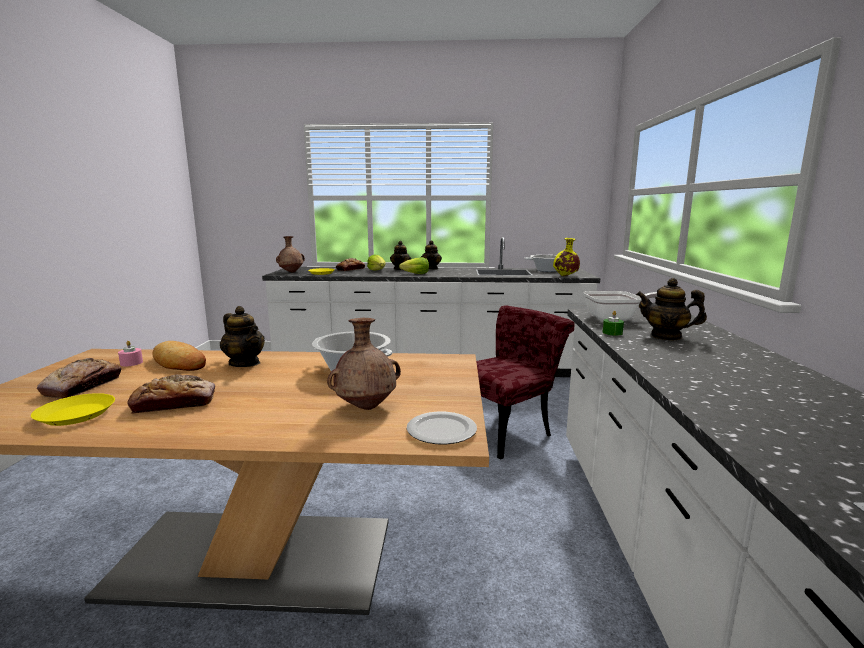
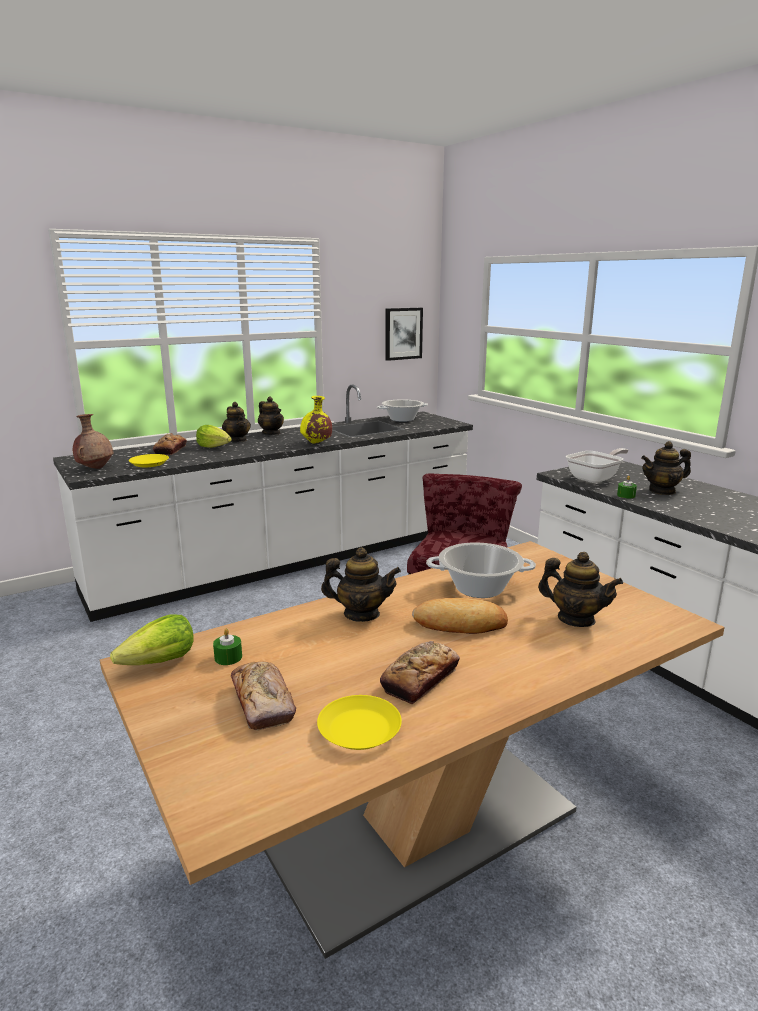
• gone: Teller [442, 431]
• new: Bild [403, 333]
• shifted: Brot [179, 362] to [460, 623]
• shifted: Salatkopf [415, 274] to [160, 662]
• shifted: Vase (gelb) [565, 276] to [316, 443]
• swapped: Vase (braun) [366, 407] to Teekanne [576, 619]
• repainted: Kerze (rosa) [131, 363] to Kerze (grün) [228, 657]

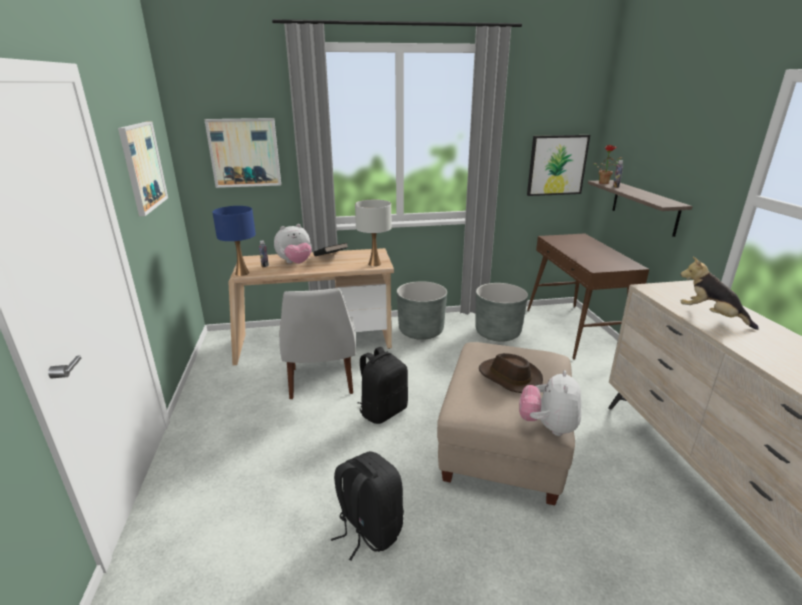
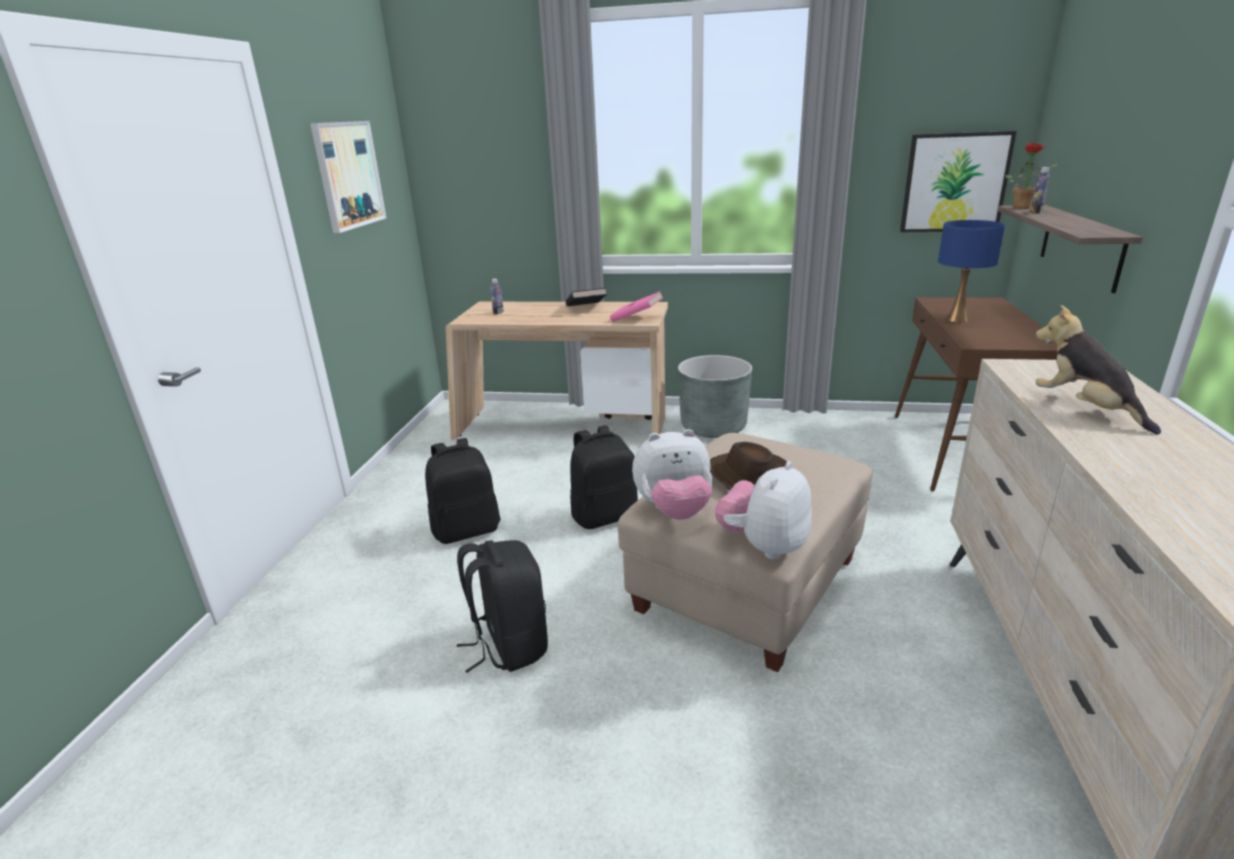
• gone: Bild [244, 153]
• gone: Stuhl (weiß) [321, 382]
• gone: Pflanzkübel (grau) [497, 333]
• new: Rucksack (schwarz) [467, 530]
• shifted: Tischlampe (blau) [242, 273] to [957, 319]
• shifted: Plüschtier [295, 263] to [674, 511]
• swapped: Tischlampe (weiß) [374, 264] to Buch (rosa) [636, 319]

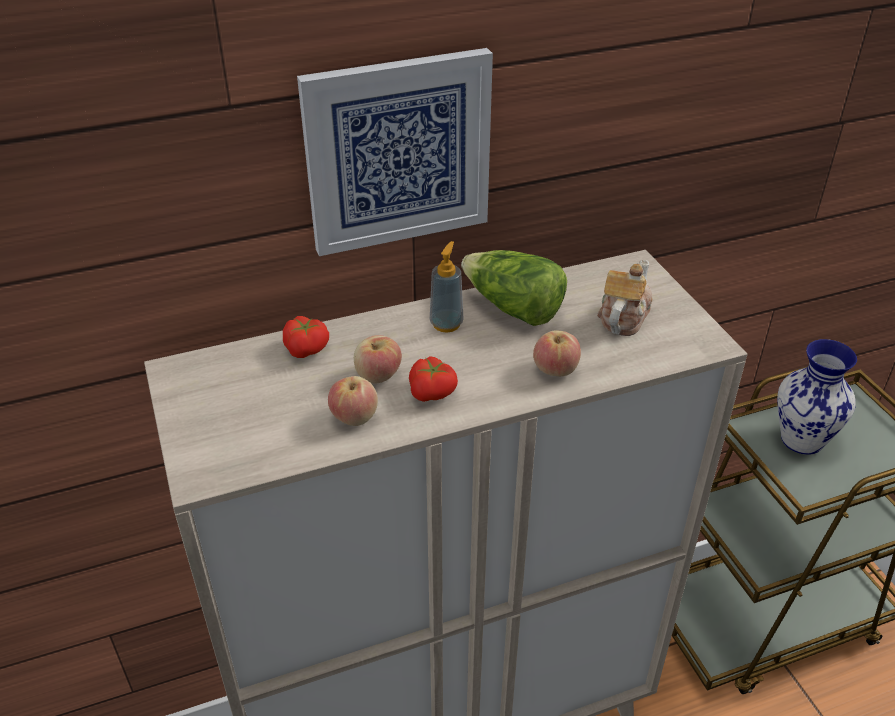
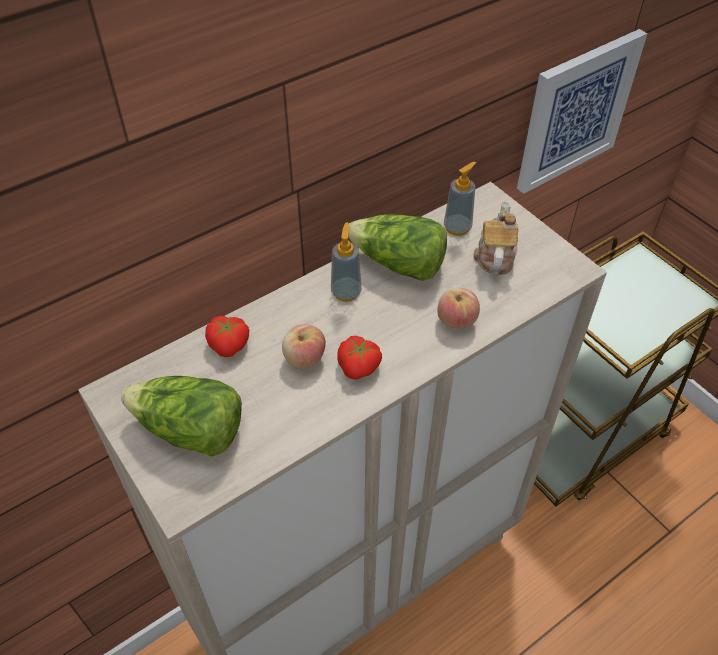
• gone: Apfel [354, 417]
• gone: Vase [801, 439]
• new: Salatkopf [190, 431]
• new: Seifenspender [457, 227]
• shifted: Bild [398, 152] to [576, 111]

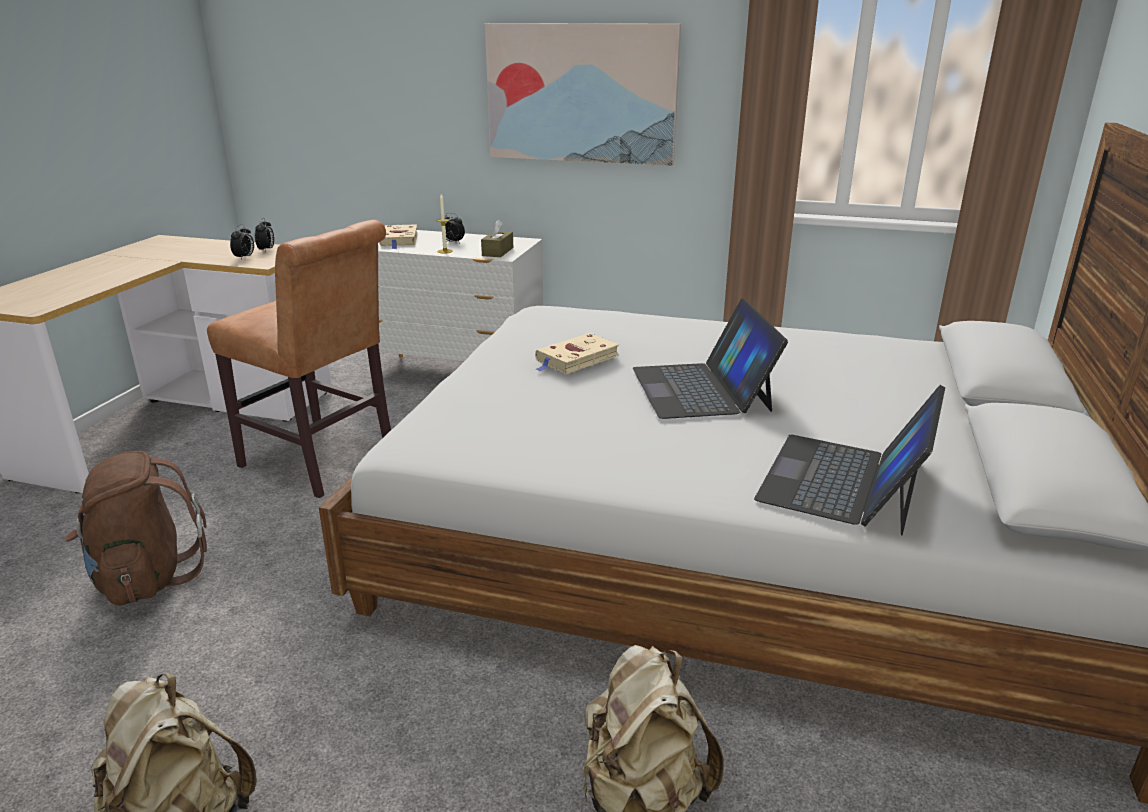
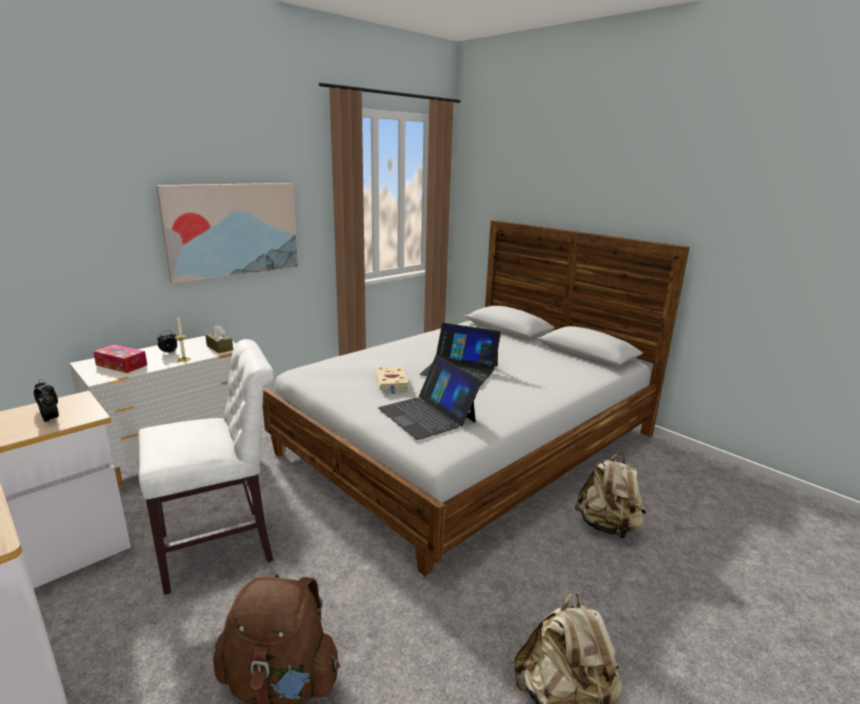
• shifted: Laptop [844, 482] to [427, 415]
• swapped: Buch (beige) [399, 240] to Taschentuchbox [121, 365]
• repainted: Stuhl (braun) [323, 463] to Stuhl (weiß) [223, 547]

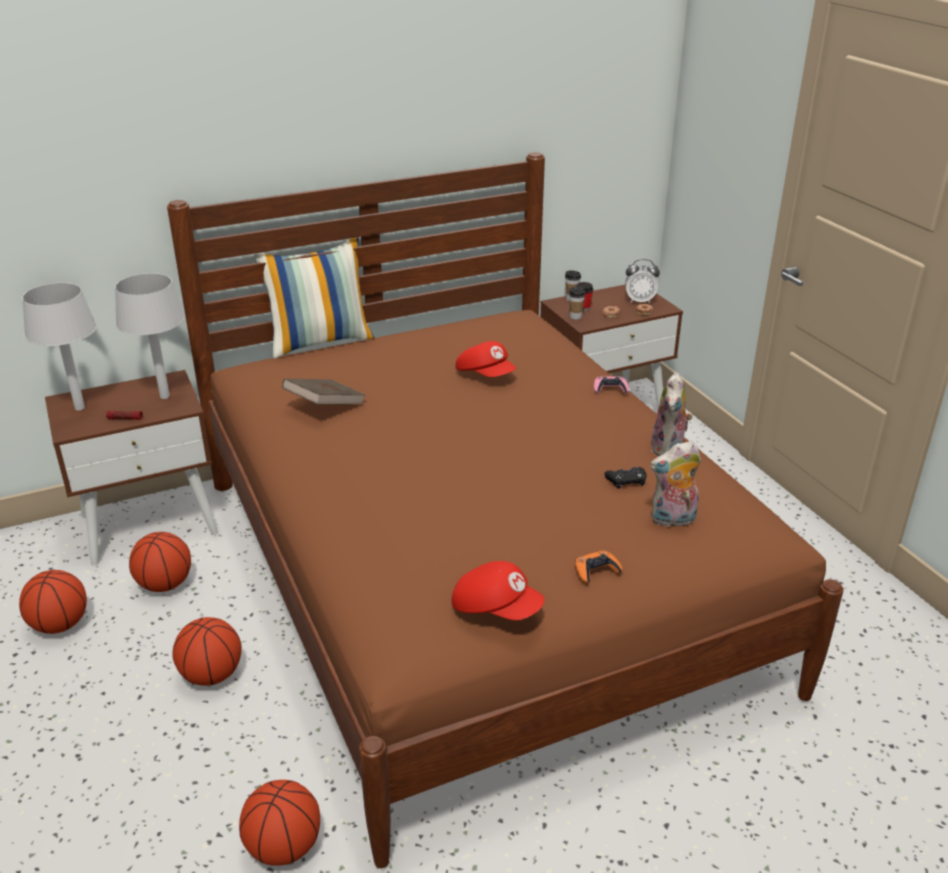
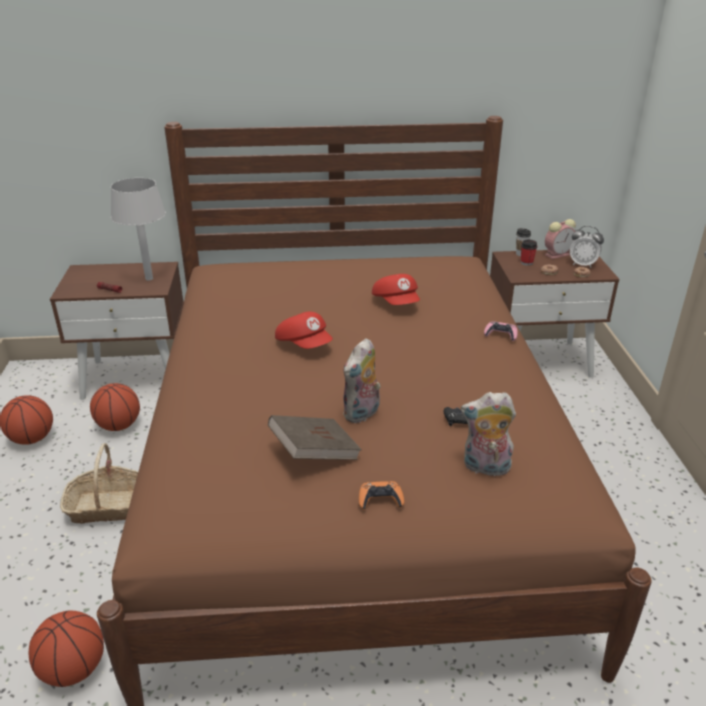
• gone: Tischlampe (grau) [80, 408]
• gone: Kissen [320, 341]
• gone: Tasse [575, 317]
• new: Wecker [558, 254]
• shifted: Buch (braun) [325, 406] to [314, 453]
• shifted: Kappe (rot) [496, 608] to [305, 344]
• shifted: Plüschtier [669, 449] to [362, 414]
• swapped: Basketball [211, 675] to Korb [108, 506]

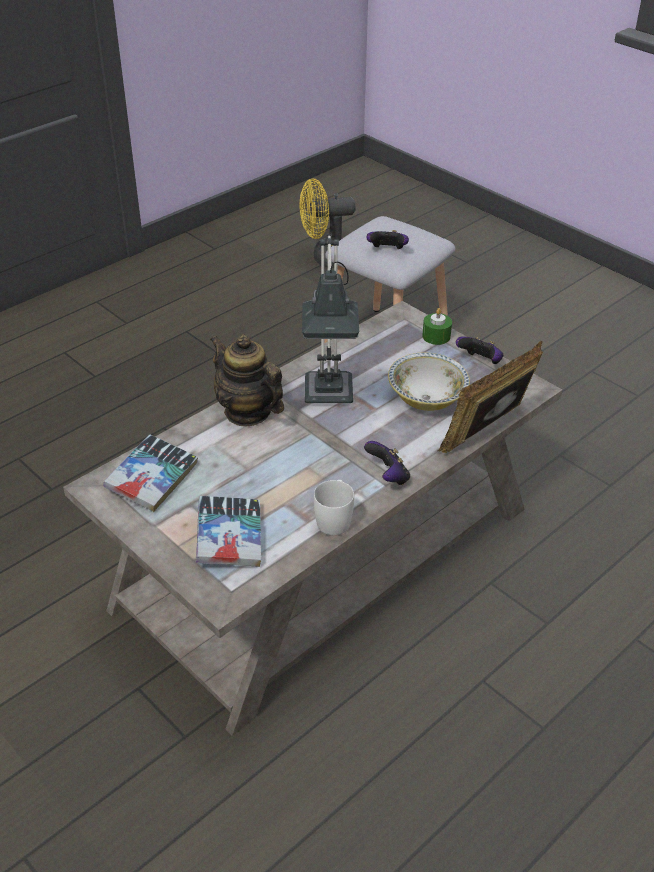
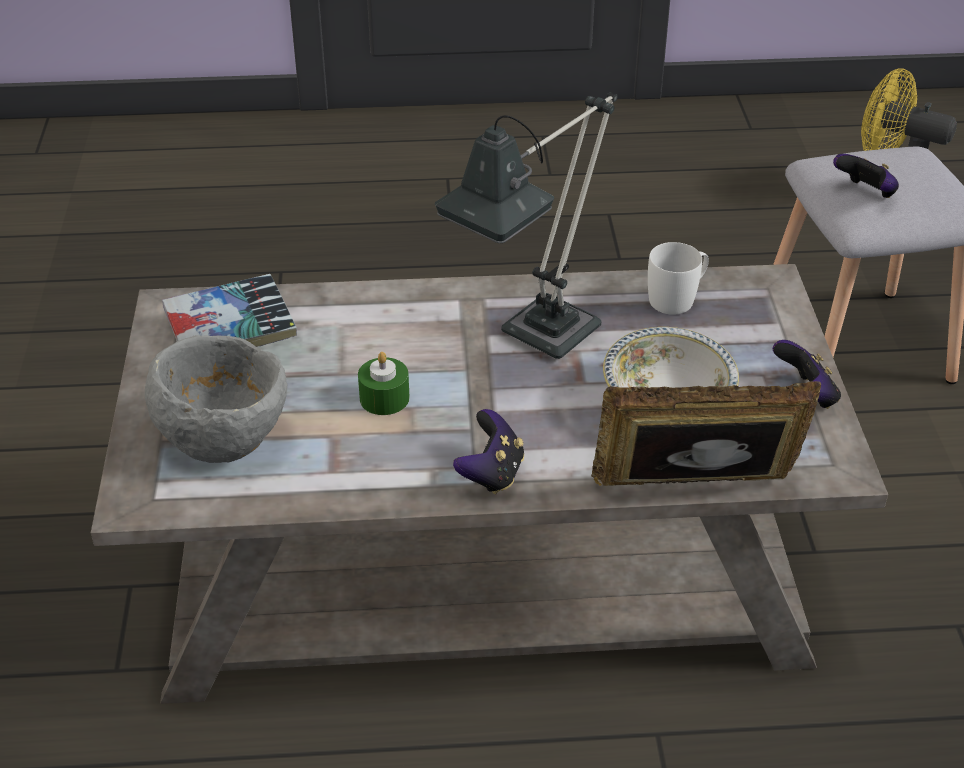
• gone: Teekanne [247, 412]
• shifted: Henkelbecher (weiß) [335, 518] to [678, 298]
• shifted: Kerze (grün) [436, 336] to [384, 398]
• swapped: Buch [229, 537] to Schüssel (grau) [226, 438]

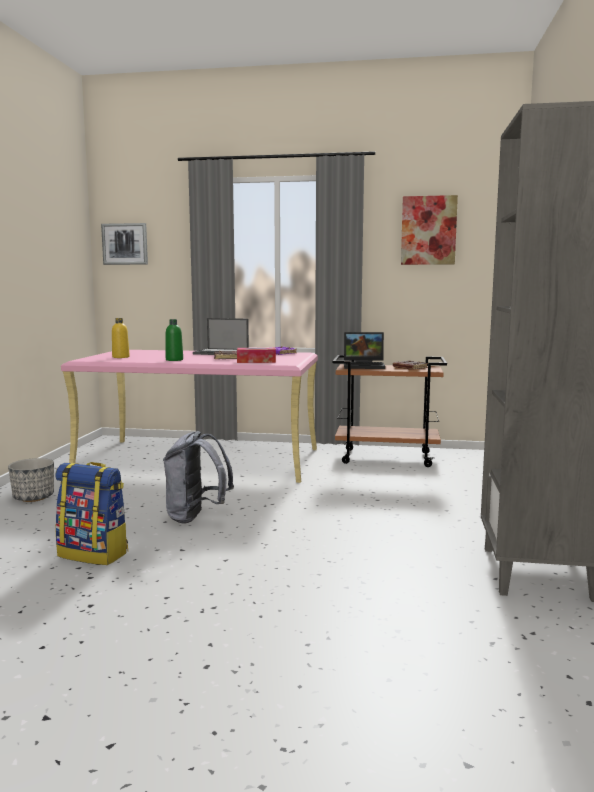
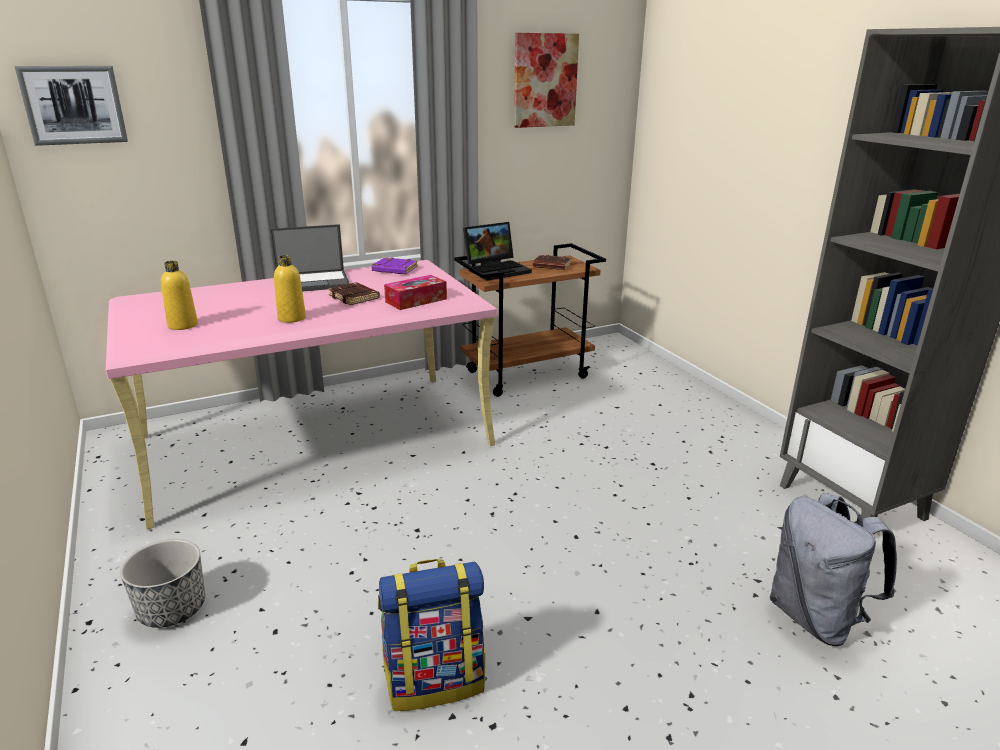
• shifted: Rucksack (grau) [196, 517] to [816, 618]
• repainted: Flasche (grün) [174, 360] to Flasche (gelb) [292, 318]

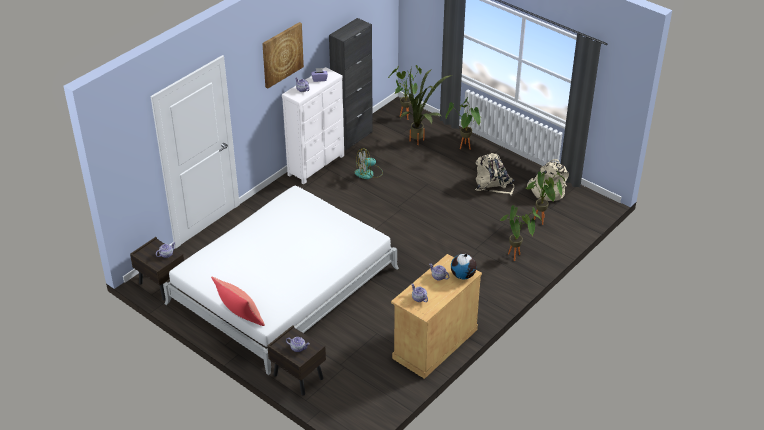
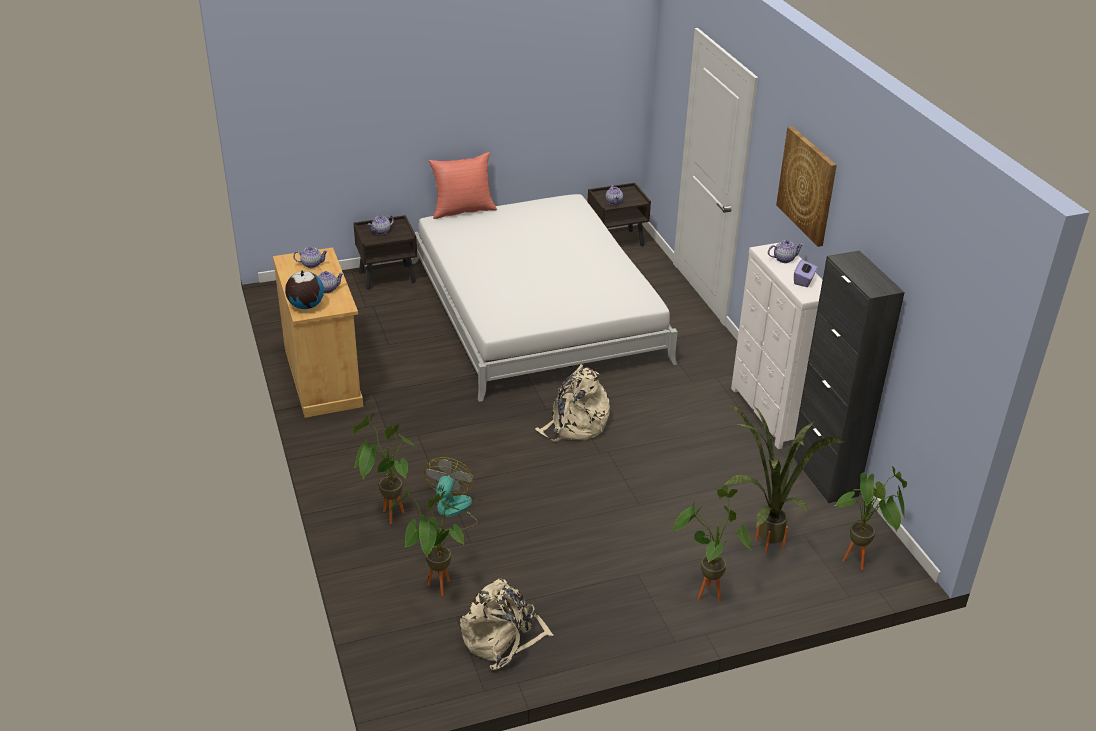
• shifted: Ventilator [368, 173] to [451, 512]
• shifted: Rucksack (beige) [493, 184] to [575, 425]

